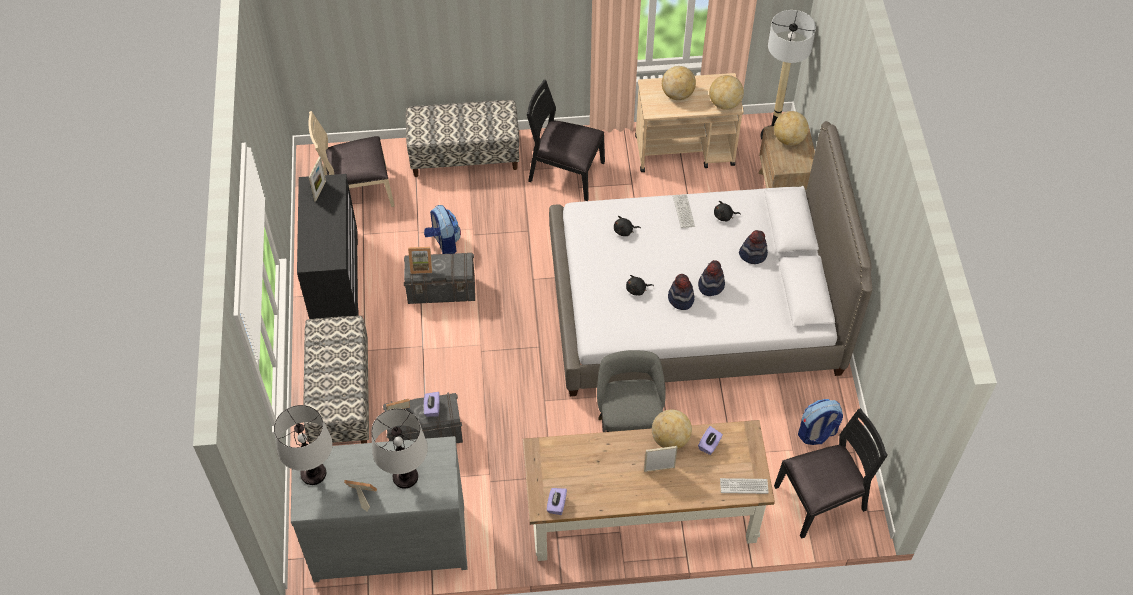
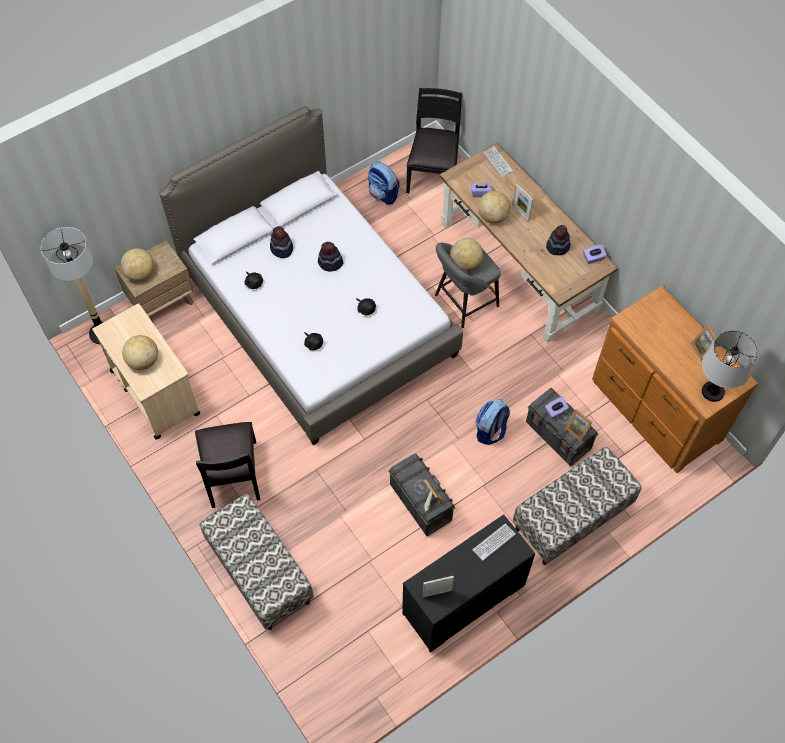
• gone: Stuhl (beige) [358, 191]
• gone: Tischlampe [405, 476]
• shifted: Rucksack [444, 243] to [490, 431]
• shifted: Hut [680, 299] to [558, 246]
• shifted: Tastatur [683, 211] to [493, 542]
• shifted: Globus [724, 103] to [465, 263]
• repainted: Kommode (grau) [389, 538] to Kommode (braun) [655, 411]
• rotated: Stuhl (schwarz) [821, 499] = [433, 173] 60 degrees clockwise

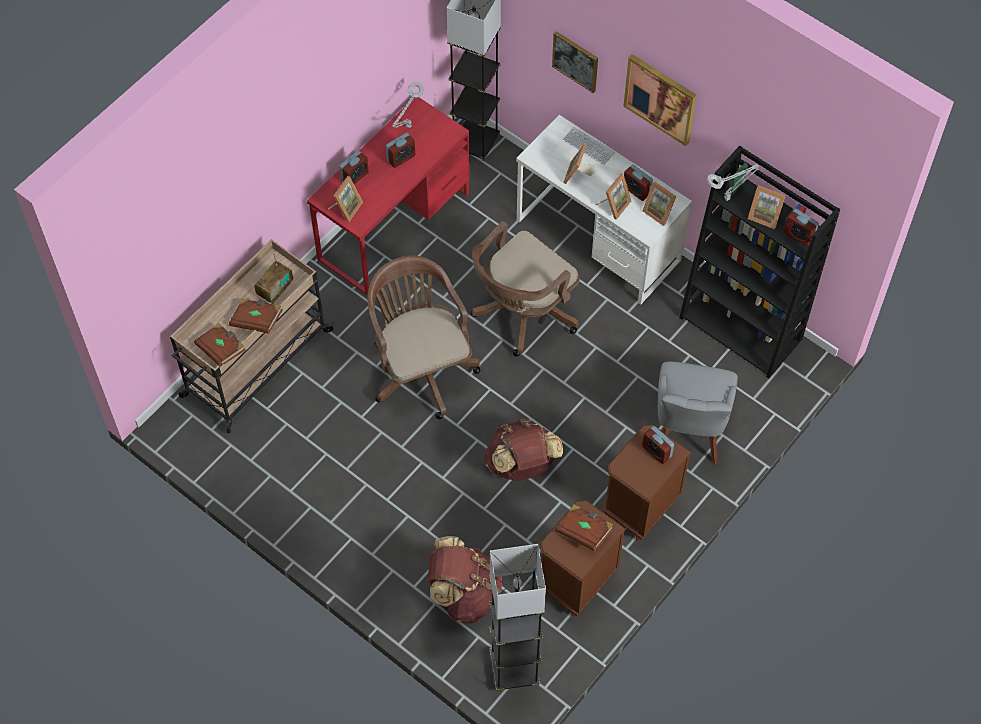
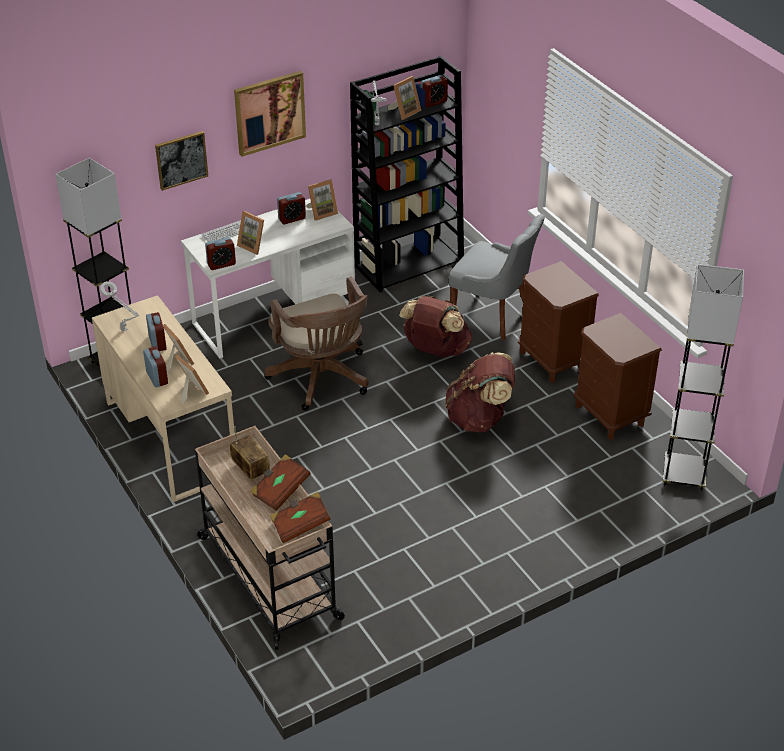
• gone: Bürostuhl (braun) [420, 367]
• gone: Buch (braun) [584, 531]
• shifted: Rucksack (braun) [464, 593] to [436, 350]
• shifted: Bilderrahmen [614, 205] to [176, 361]
• shifted: Wecker [657, 451] to [221, 264]
• repainted: Schreibtisch (rot) [394, 226] to Schreibtisch (beige) [171, 438]

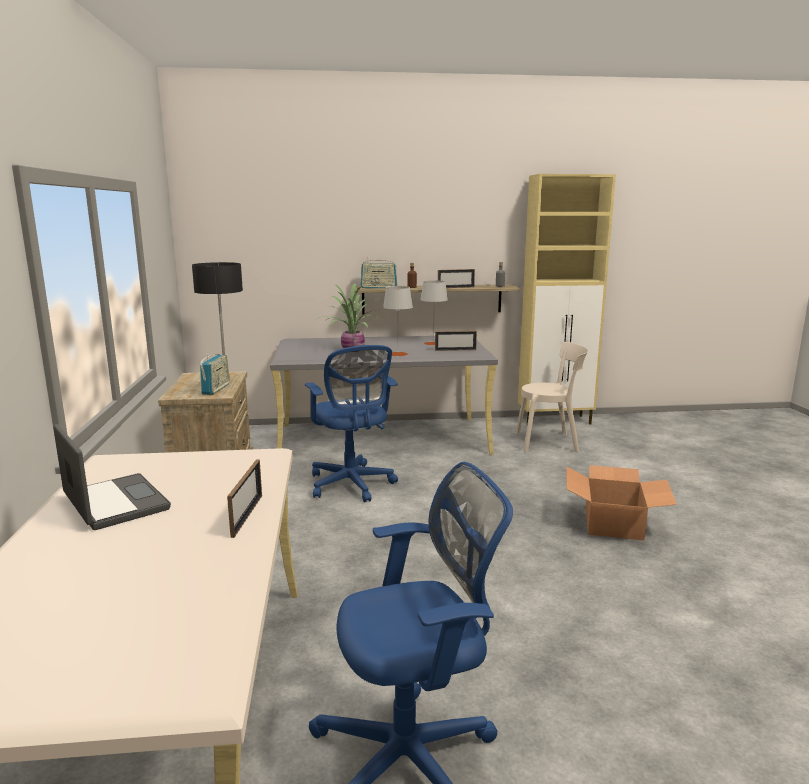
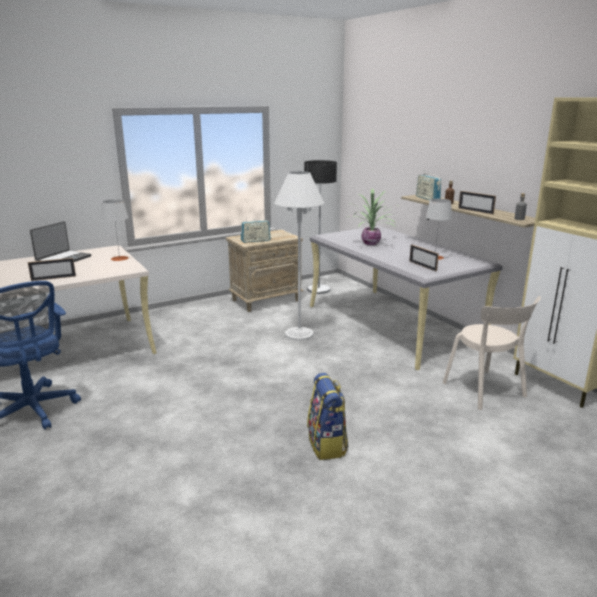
• shifted: Tischlampe (grau) [398, 354] to [119, 258]
• swapped: Bürostuhl (blau) [352, 485] to Stehlampe (weiß) [299, 334]
• swapped: Karton [614, 523] to Rucksack [327, 445]

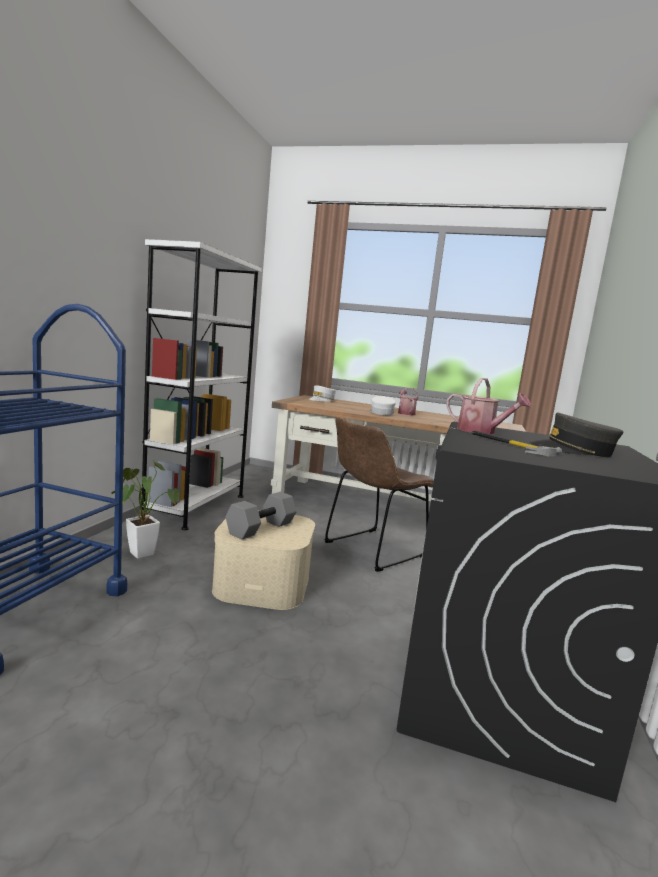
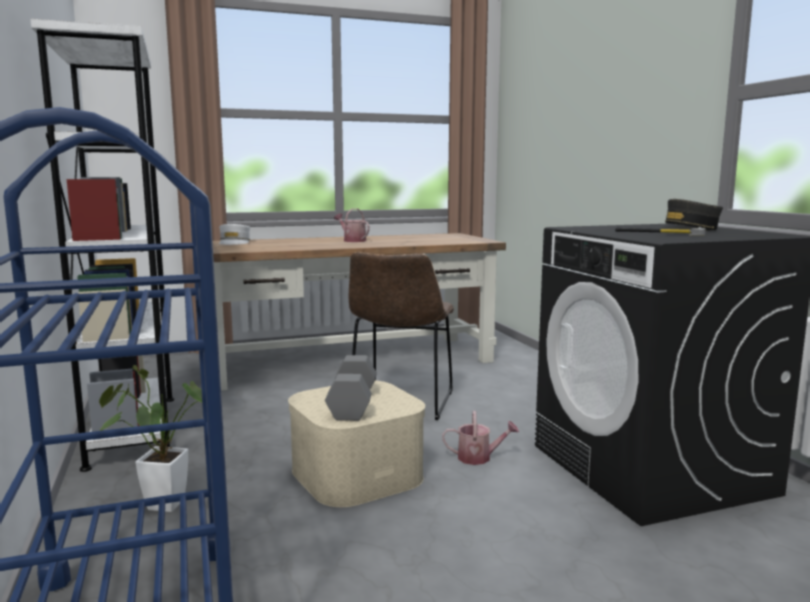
• gone: Kappe (weiß) [381, 413]
• shifted: Gießkanne [481, 431] to [479, 457]

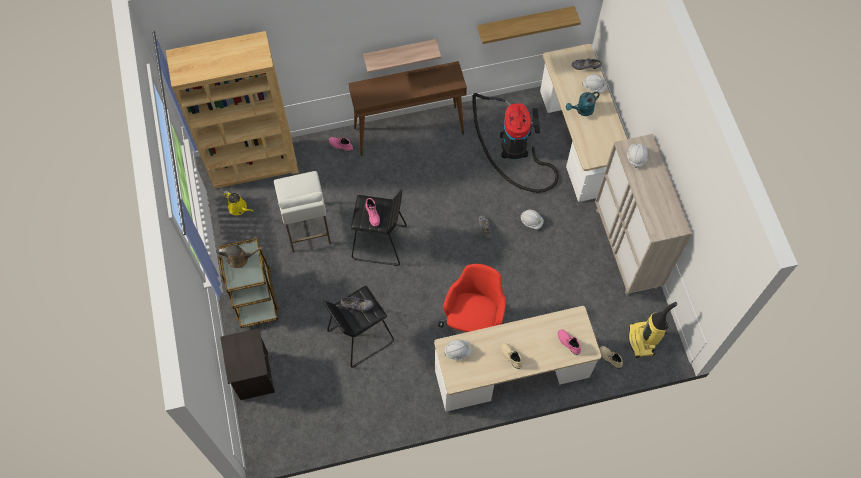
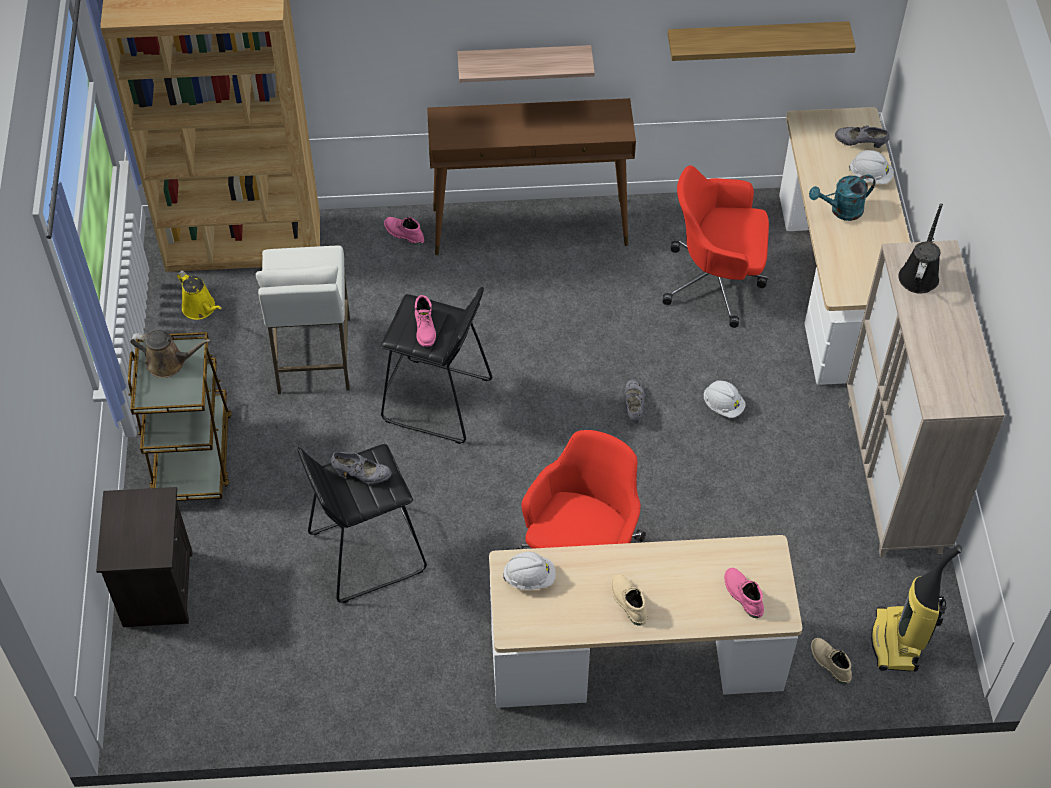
• swapped: Staubsauger [515, 149] to Bürostuhl (rot) [716, 282]
• swapped: Schutzhelm (weiß) [636, 157] to Gießkanne (schwarz) [919, 274]

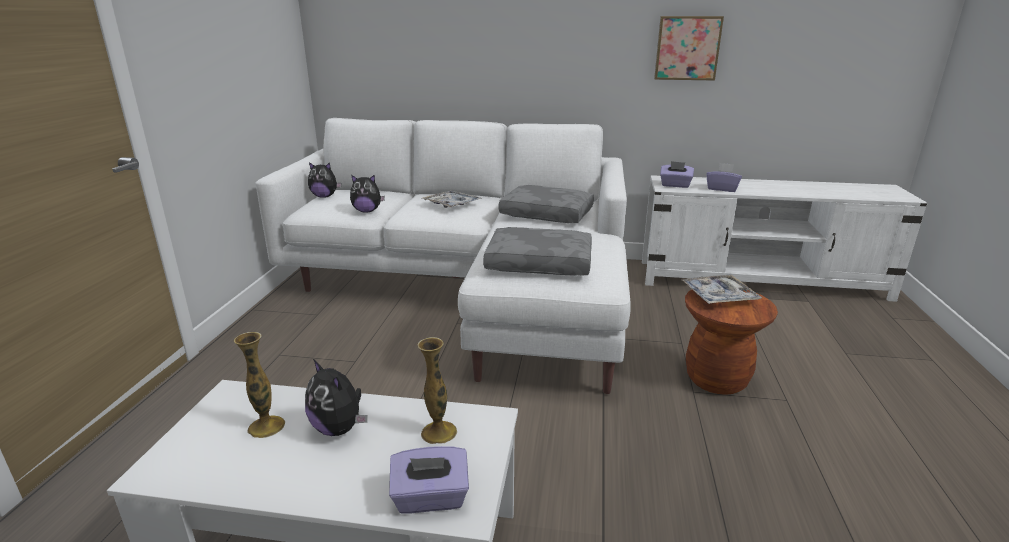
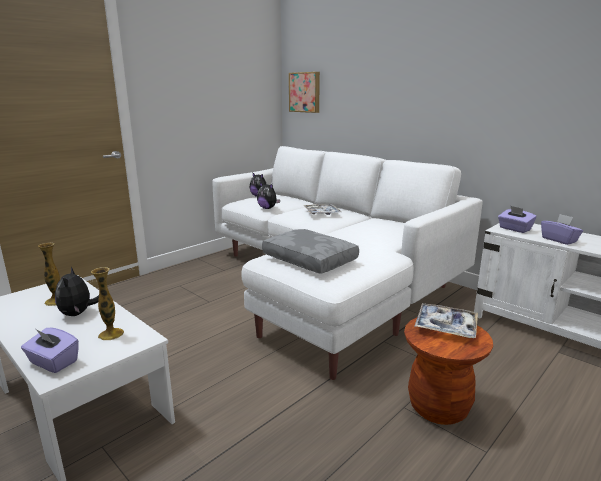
• gone: Kissen (grau) [547, 214]
• shifted: Bild [687, 48] to [305, 92]

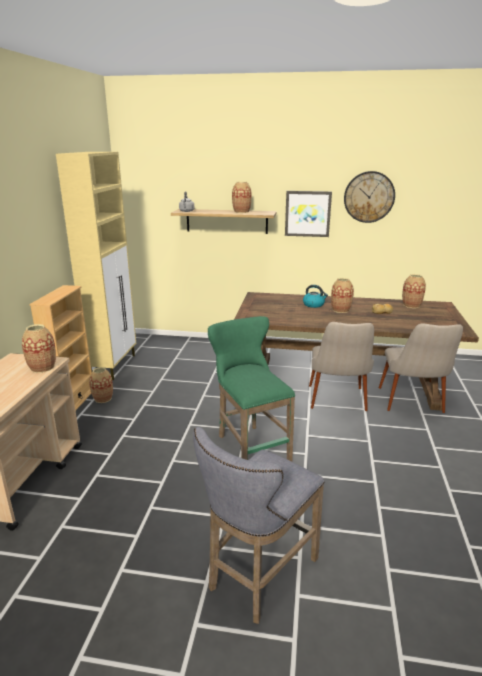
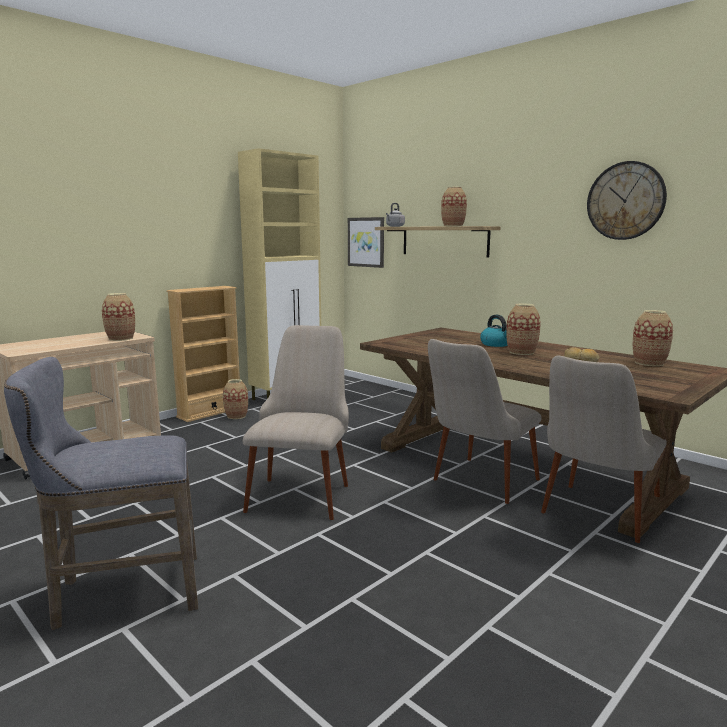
• shifted: Bild [307, 213] to [366, 242]
• swapped: Hocker (grün) [250, 446] to Stuhl (beige) [303, 490]

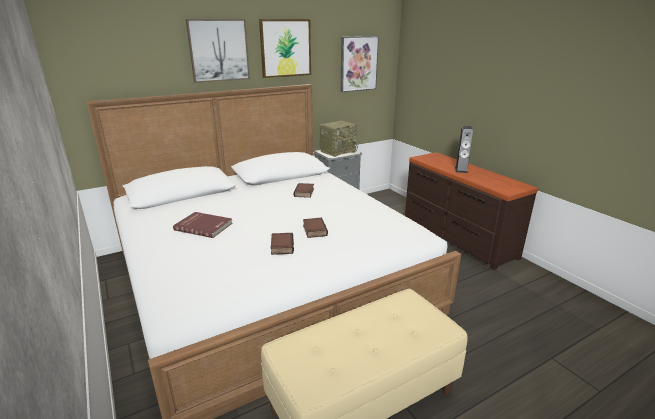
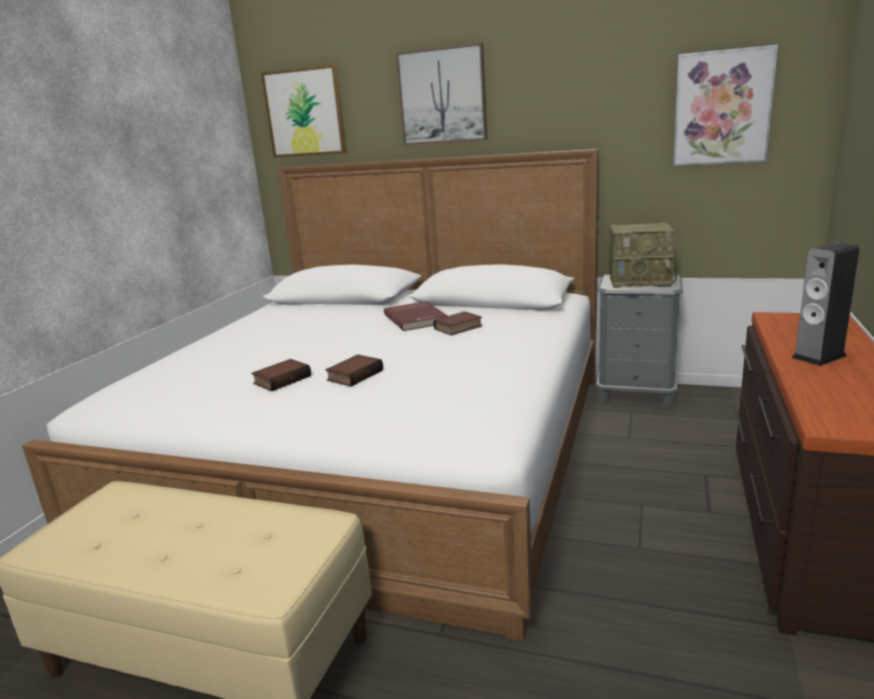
• shifted: Buch (rot) [204, 226] to [416, 318]
• shifted: Bild [285, 48] to [305, 112]

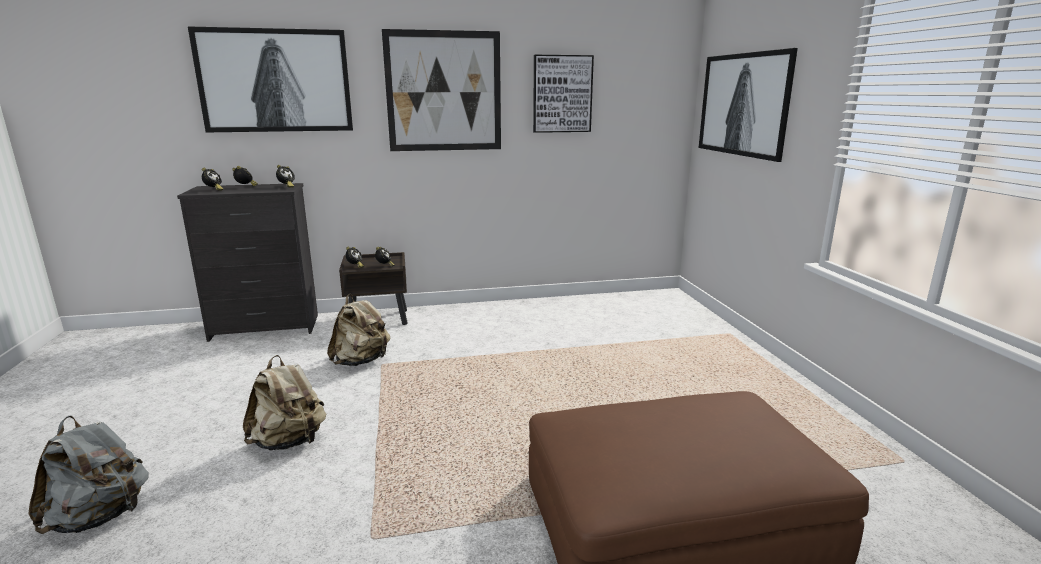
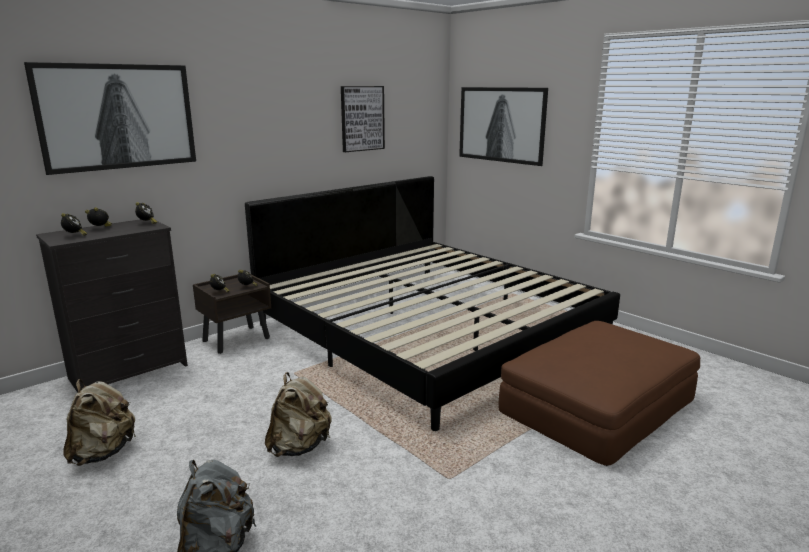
• gone: Bild [444, 92]
• new: Bett [429, 331]
• shifted: Rucksack (beige) [361, 361] to [103, 452]

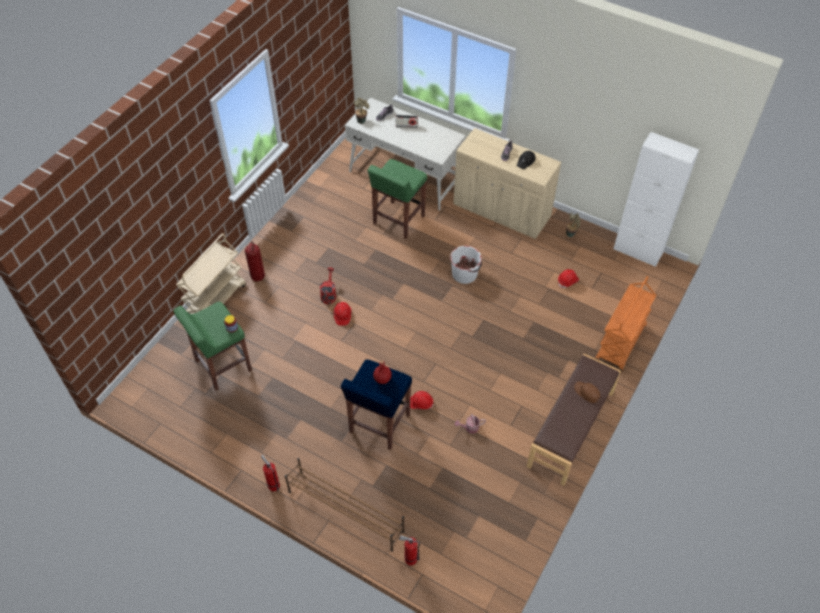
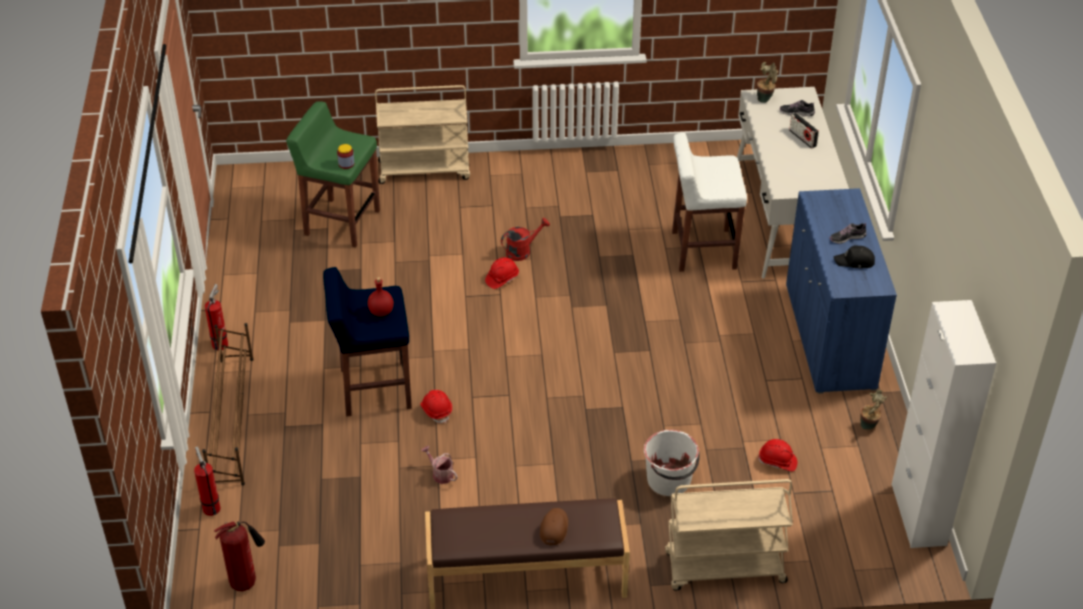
• shifted: Feuerlöscher [257, 276] to [246, 581]
• shifted: Eimer (weiß) [465, 274] to [669, 480]
• repainted: Hocker (grün) [398, 220] to Hocker (weiß) [702, 250]
• repainted: Schrank (beige) [501, 211] to Schrank (blau) [829, 337]
• repainted: Rollwagen (orange) [620, 343] to Rollwagen (beige) [724, 568]

